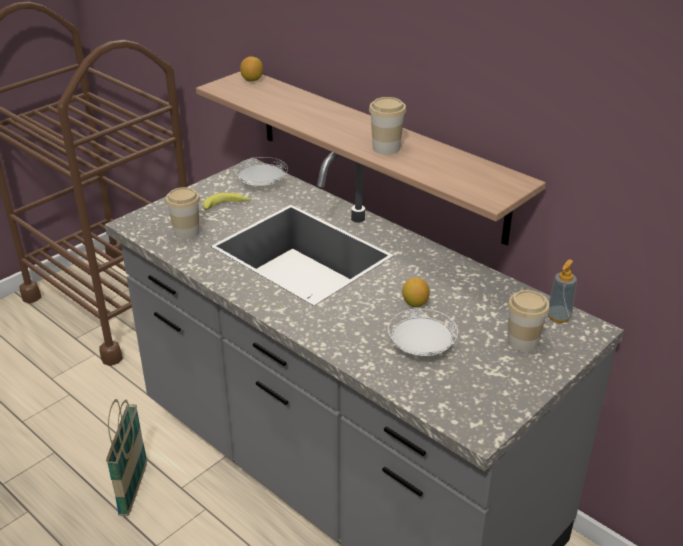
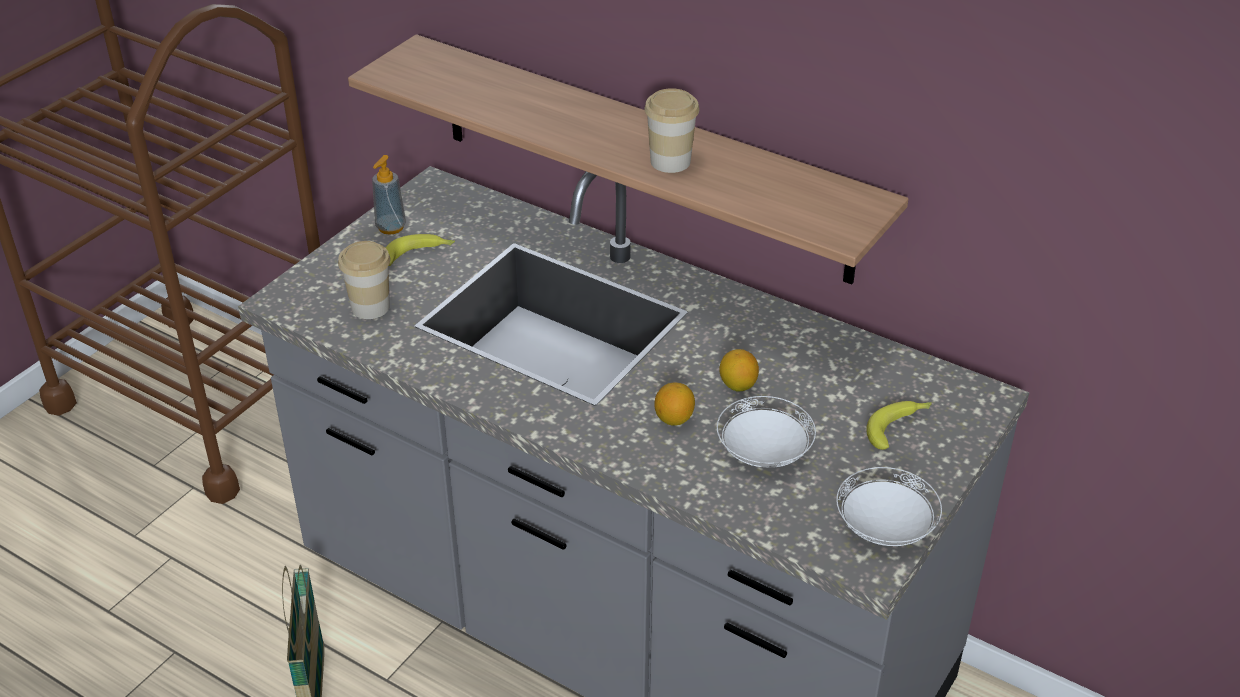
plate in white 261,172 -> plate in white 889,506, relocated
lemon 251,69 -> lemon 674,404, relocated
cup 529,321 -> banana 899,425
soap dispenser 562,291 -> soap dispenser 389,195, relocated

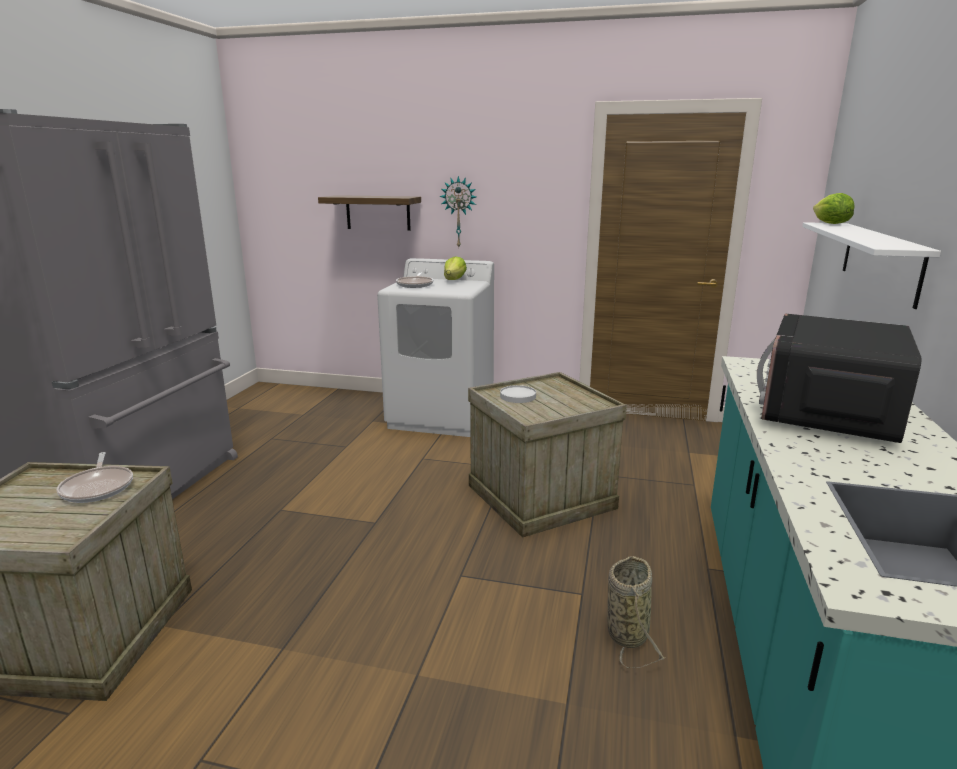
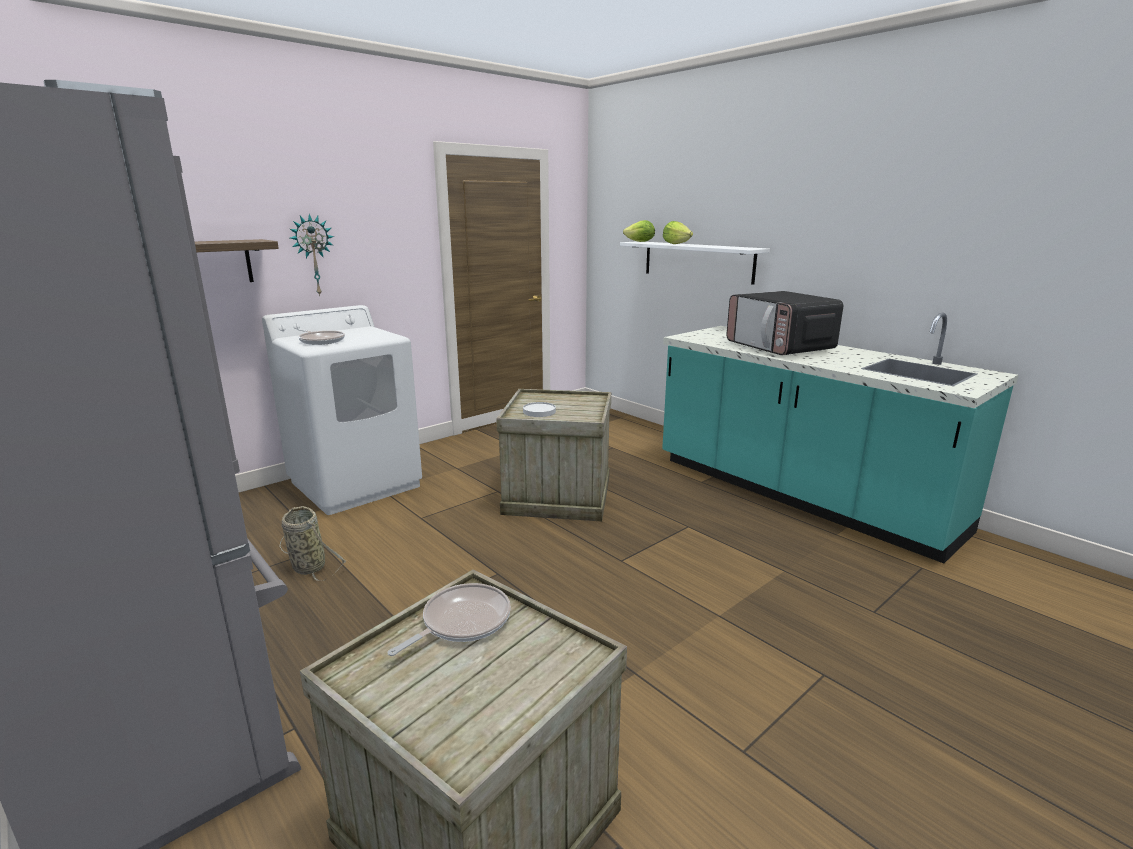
frying pan 94,477 -> frying pan 449,619, 60 degrees counterclockwise
lettuce 455,268 -> lettuce 678,232, relocated
basket 636,612 -> basket 313,543, relocated

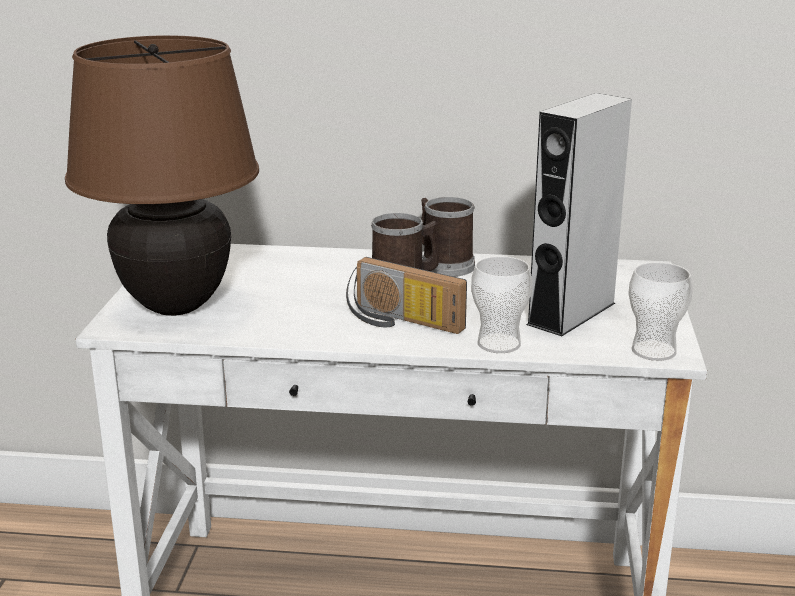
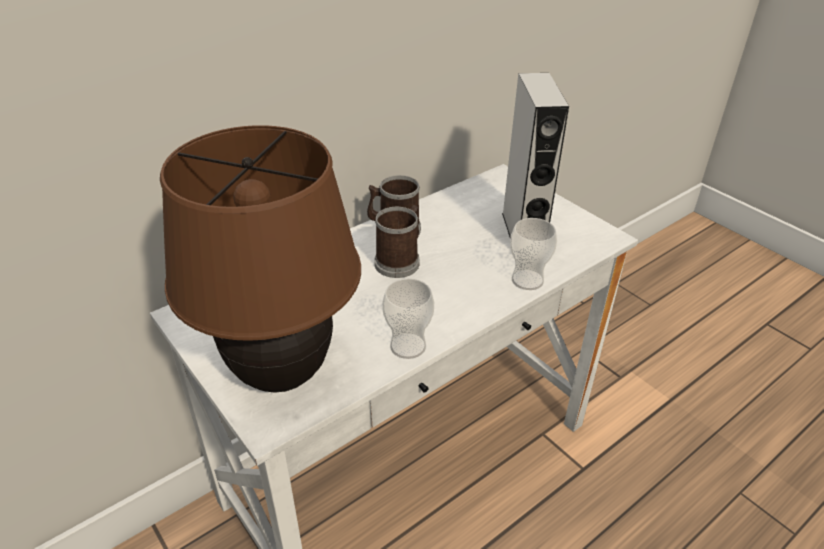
radio 406,295 -> none
cup 660,311 -> cup 408,318, relocated

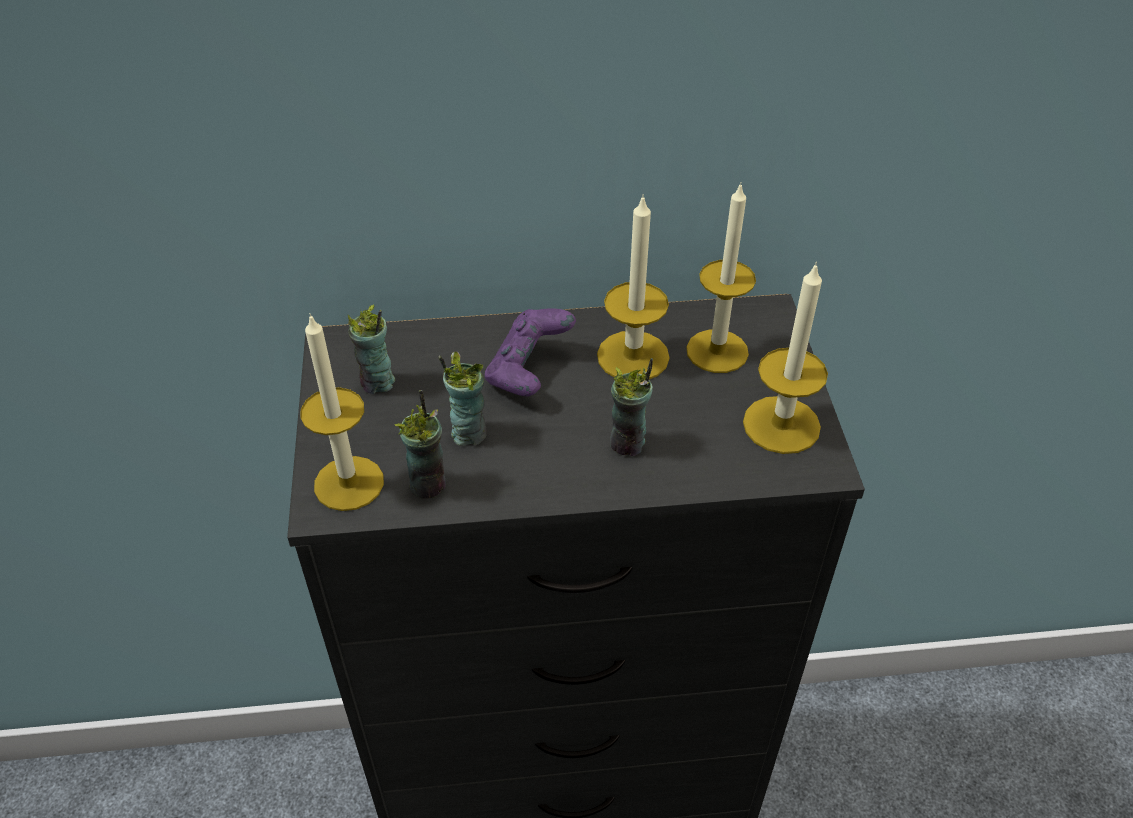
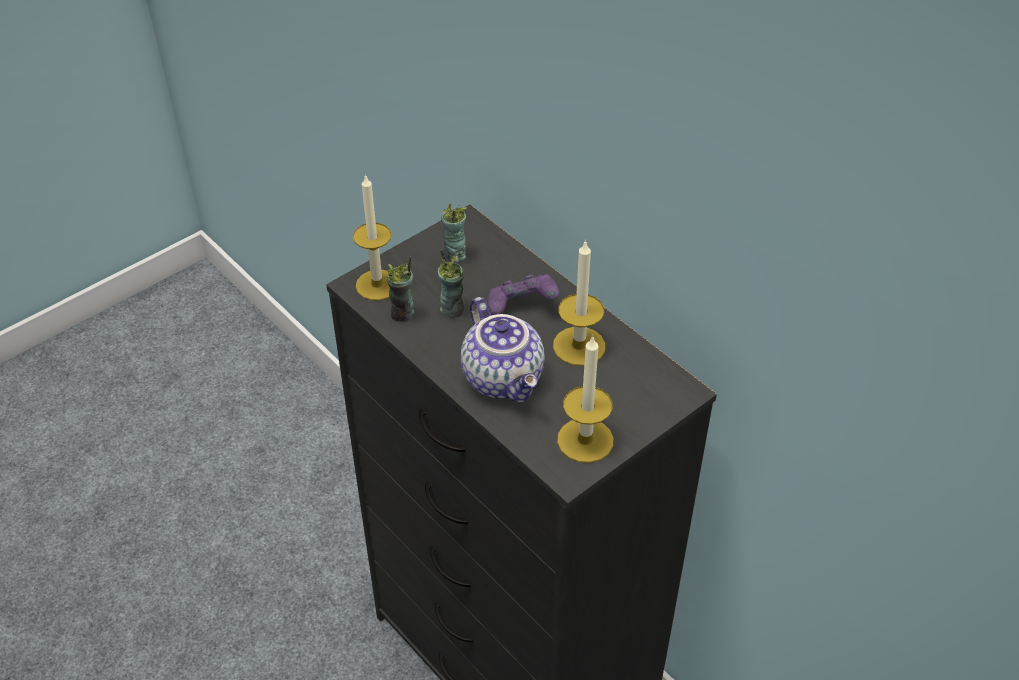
cup 631,407 -> teapot 503,349
candle 721,277 -> none

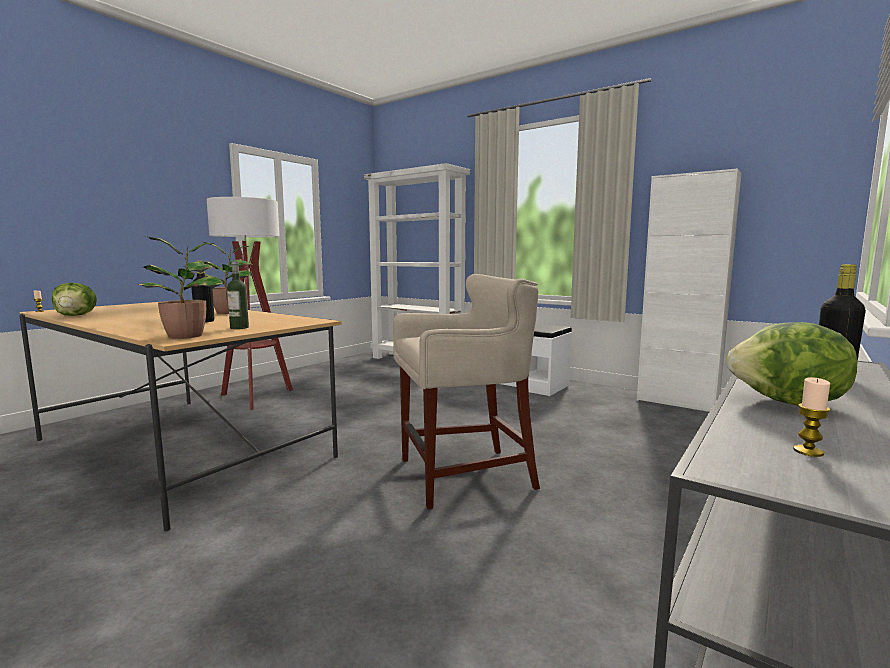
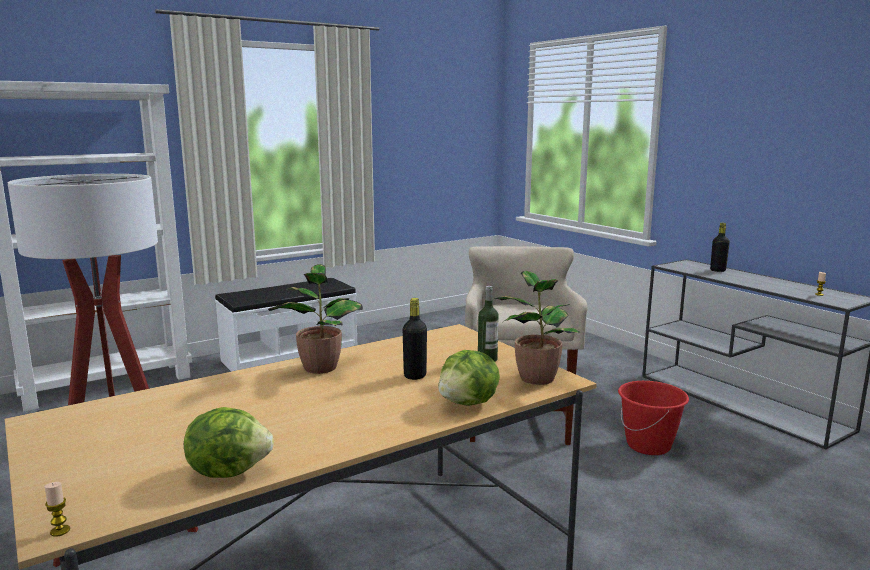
cabinet in white 689,290 -> none
lettuce 792,364 -> lettuce 469,378, relocated
none -> bucket in red 653,418

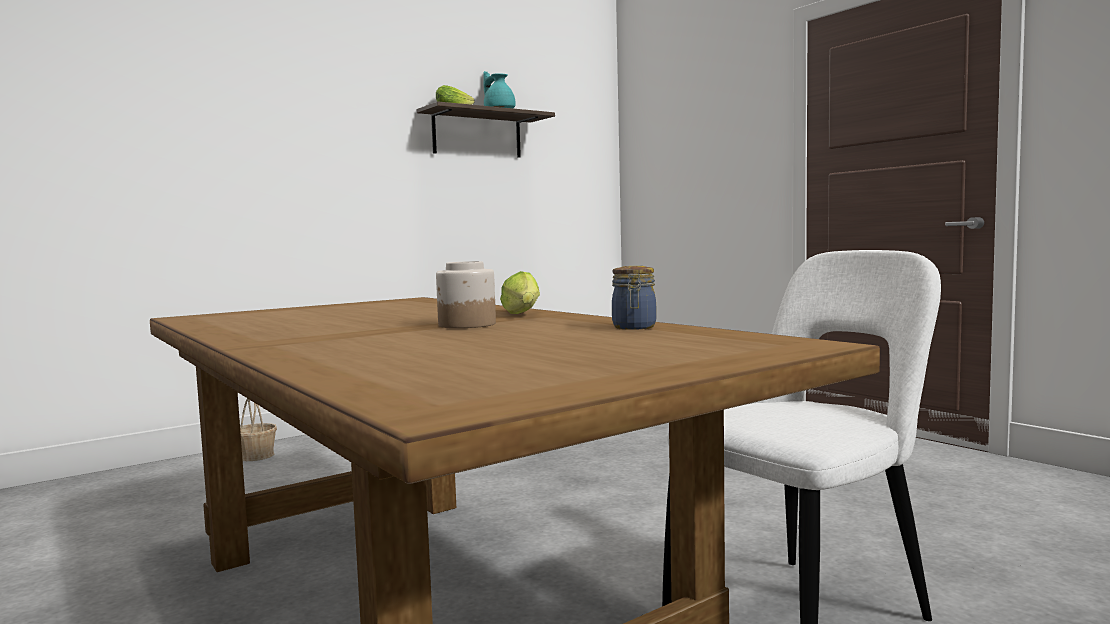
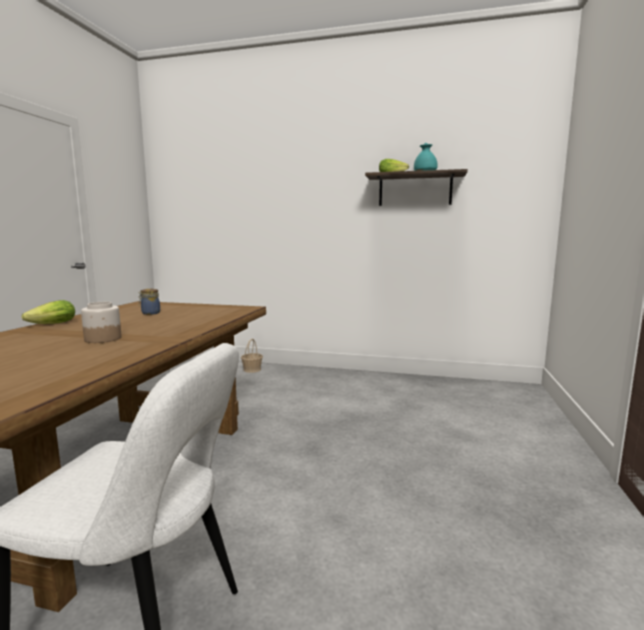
lettuce 520,292 -> lettuce 48,312, relocated
jar 634,298 -> jar 149,302, relocated

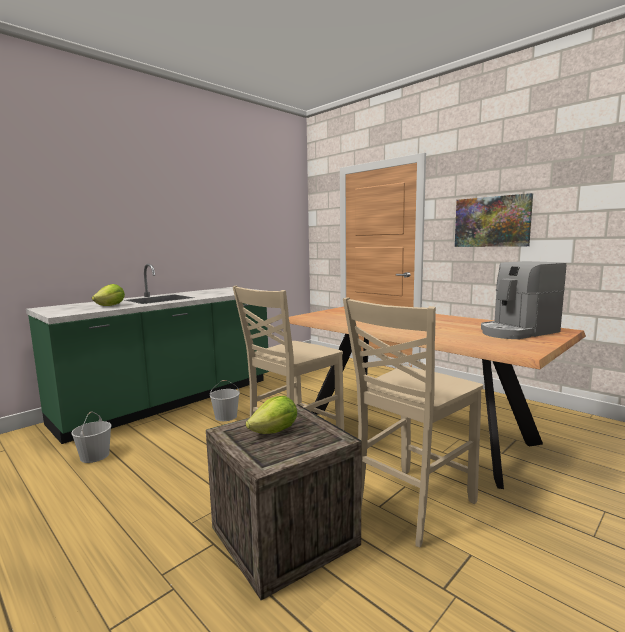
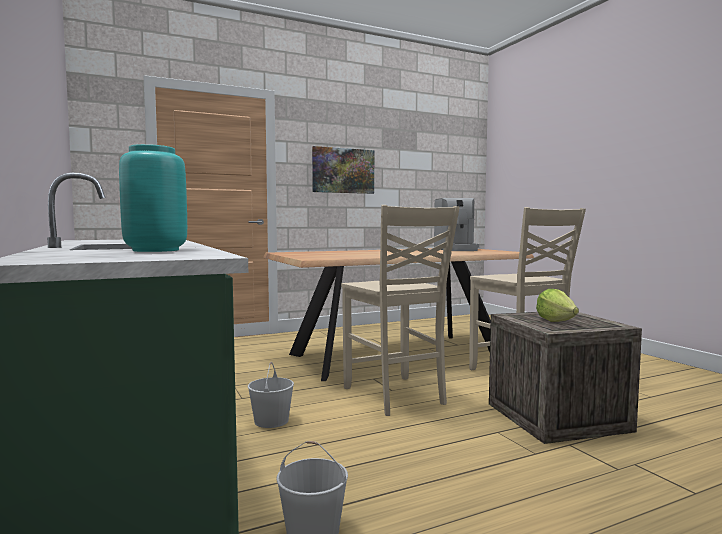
lettuce 108,295 -> vase in turquoise 153,198

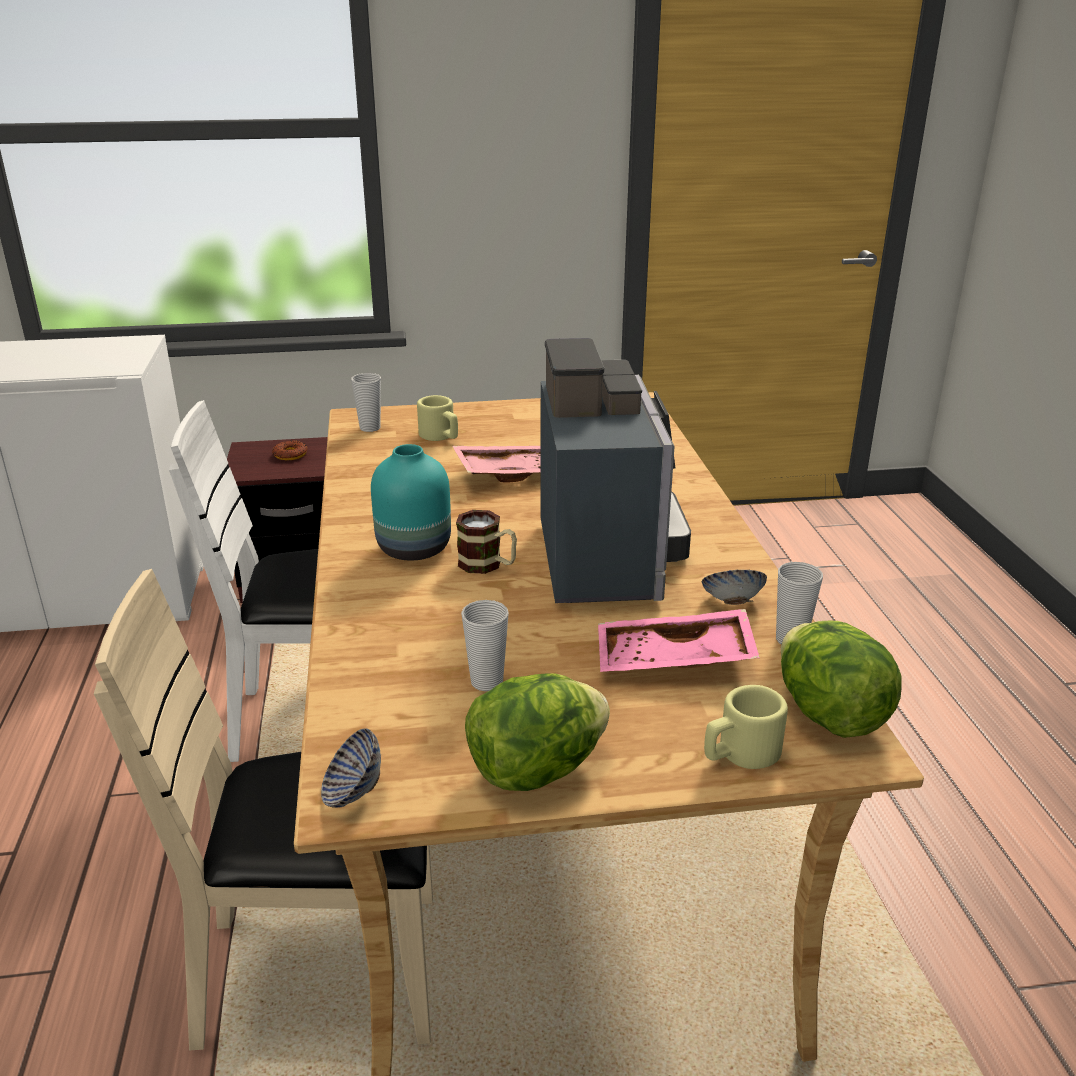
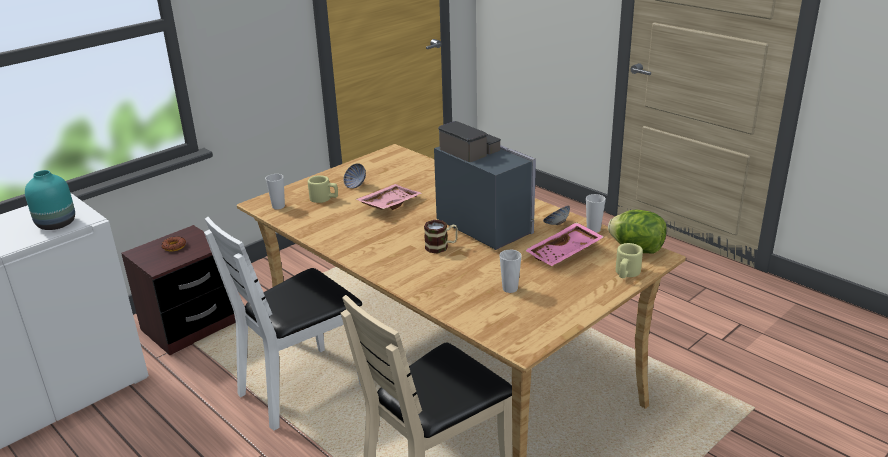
bowl 351,768 -> bowl 354,176, relocated
vase in turquoise 411,502 -> vase in turquoise 50,200, relocated
lettuce 537,732 -> none

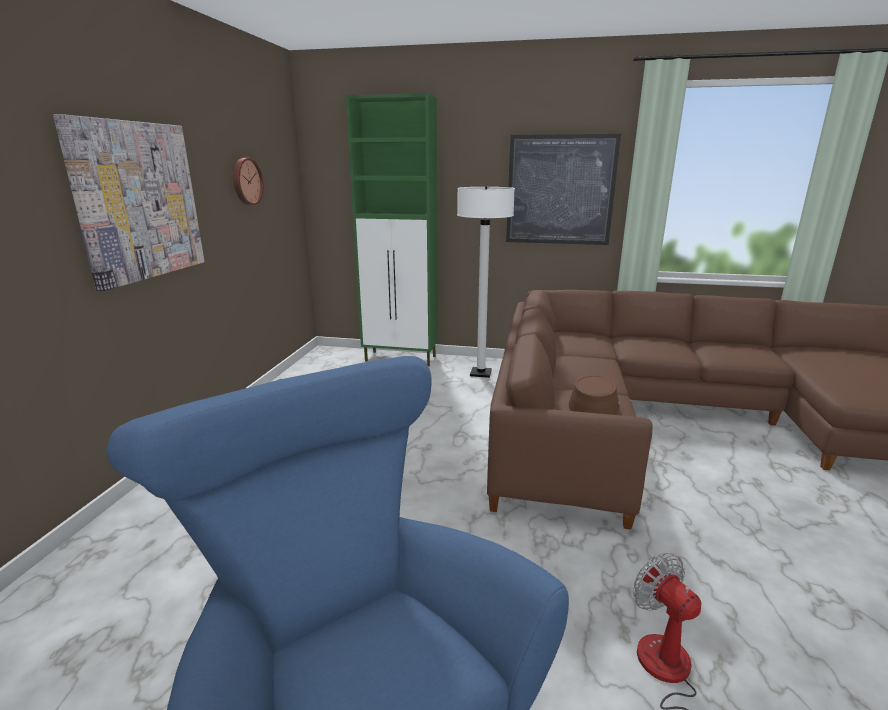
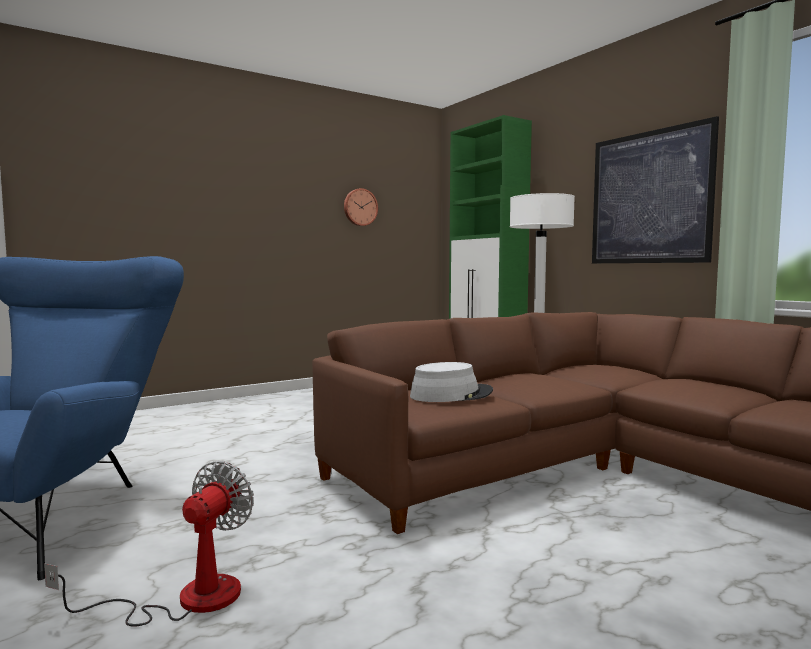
picture 129,202 -> none
hat in brown 594,395 -> hat in grey 451,382

